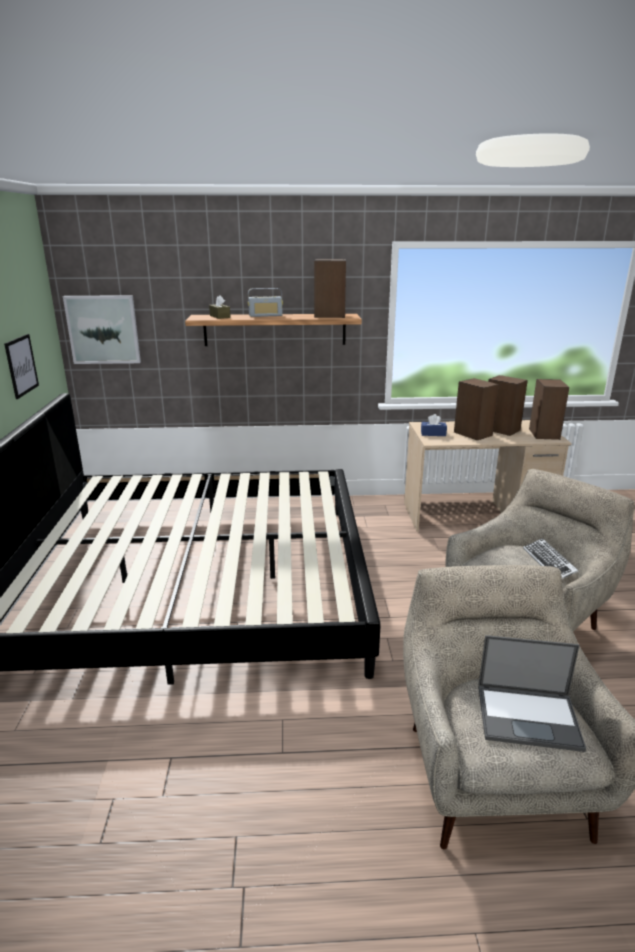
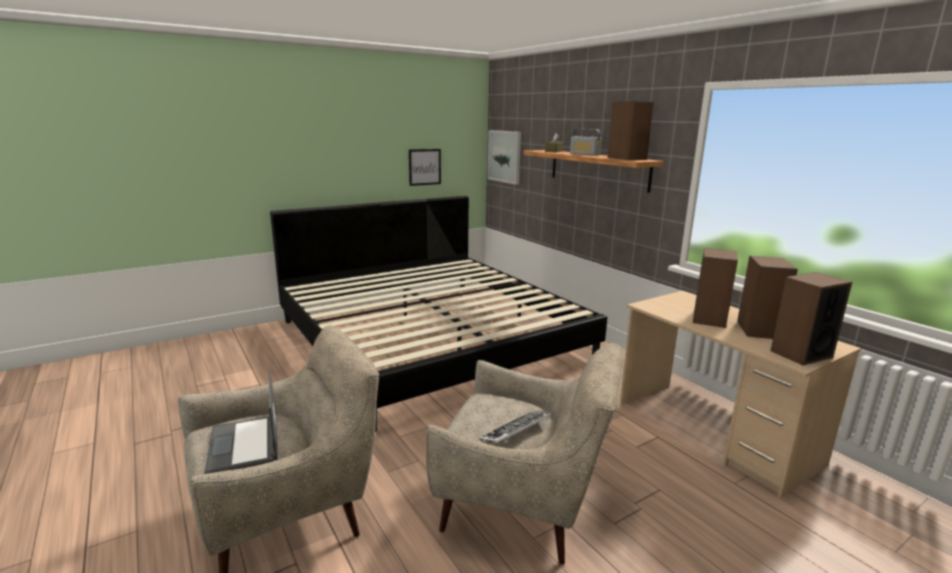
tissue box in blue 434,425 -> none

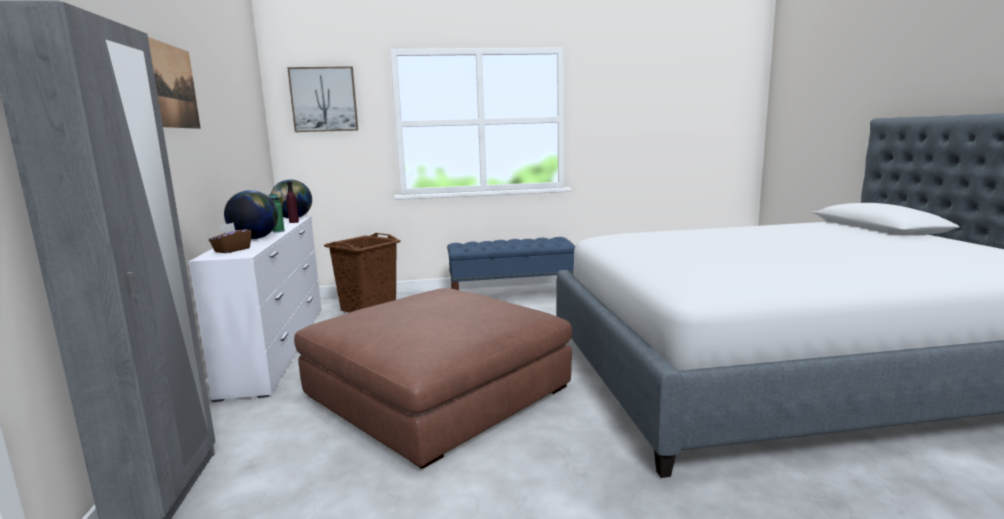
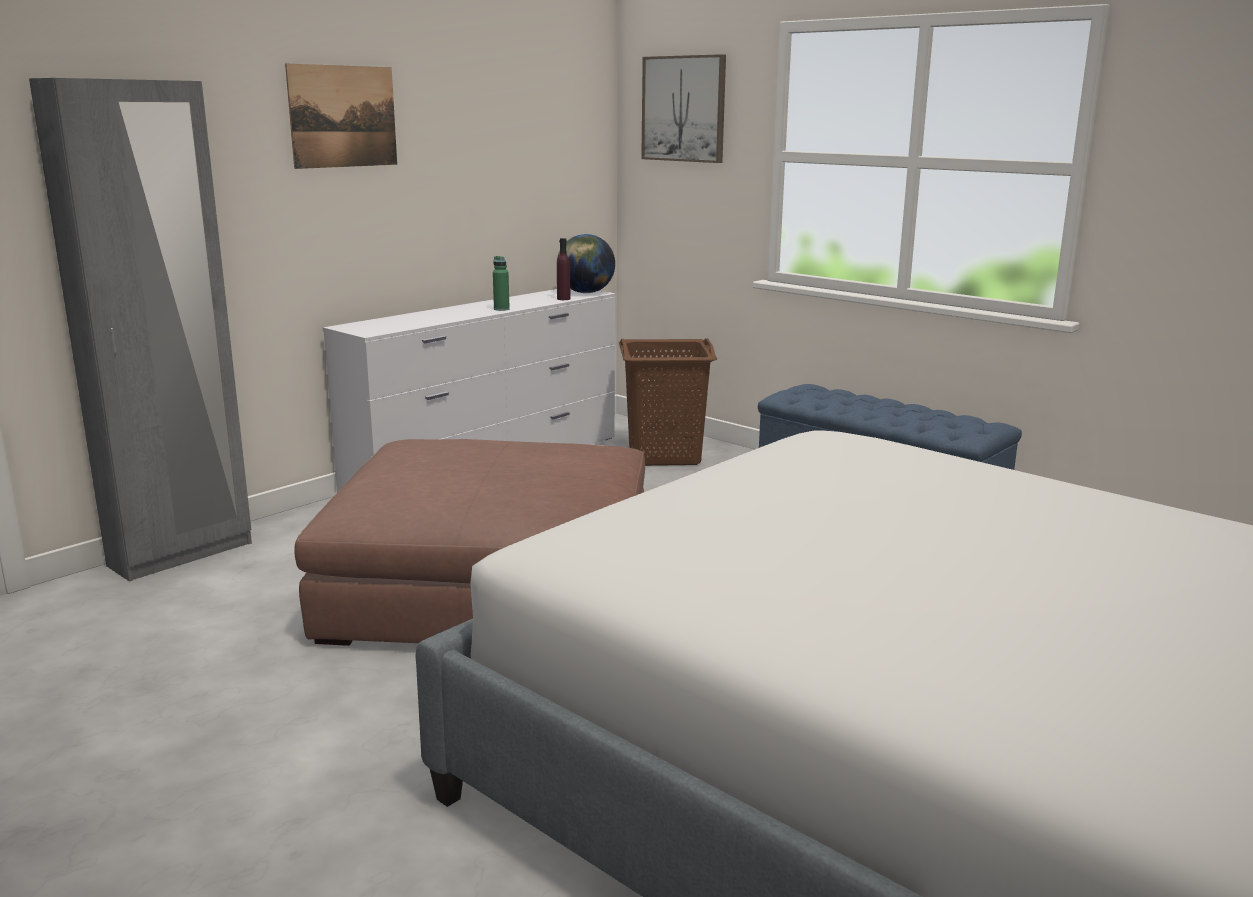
tissue box in brown 230,238 -> none
globe 251,214 -> none

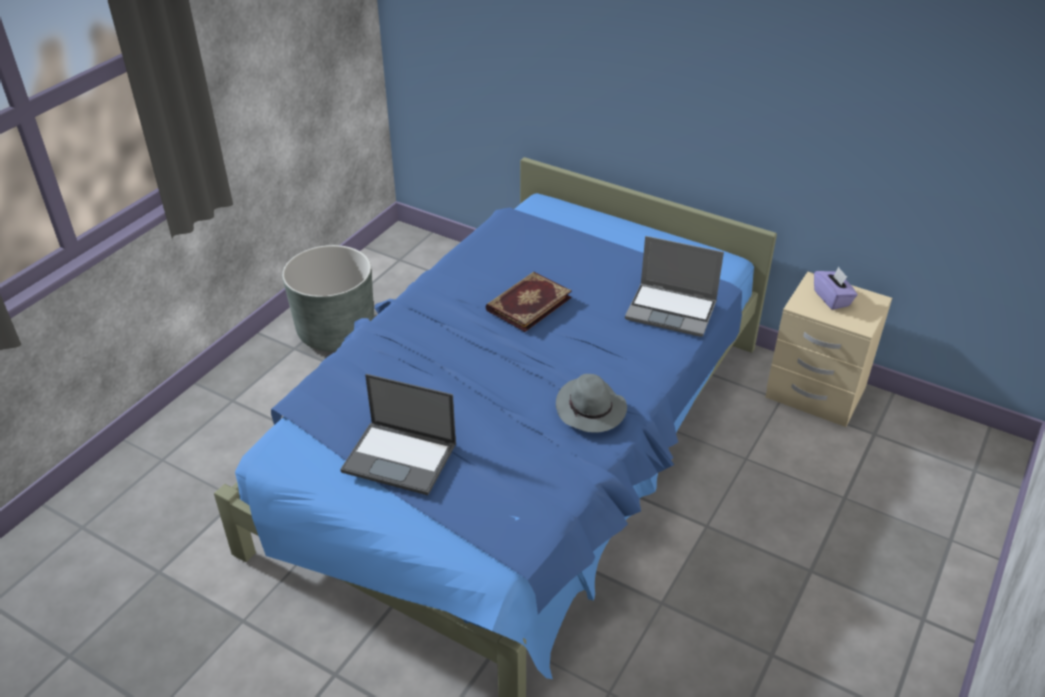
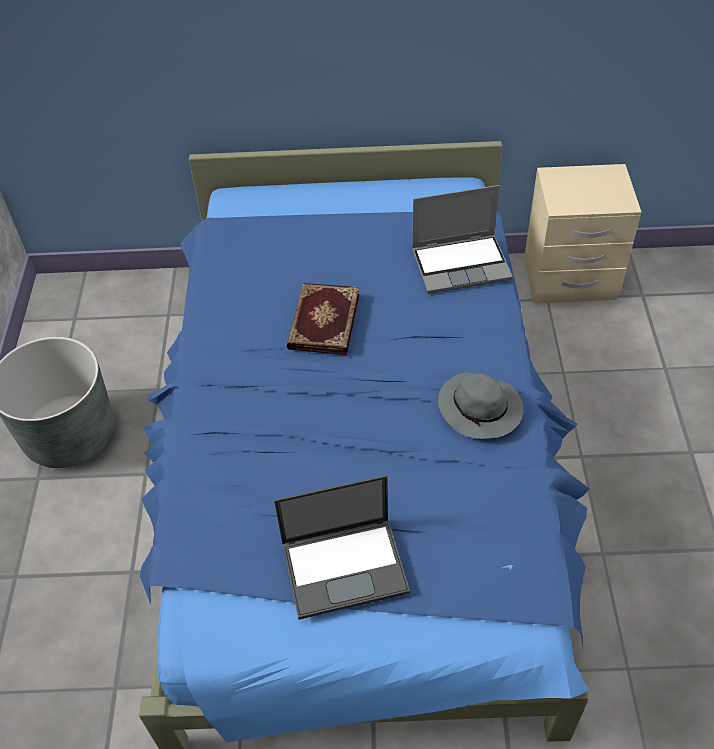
tissue box in purple 836,288 -> none

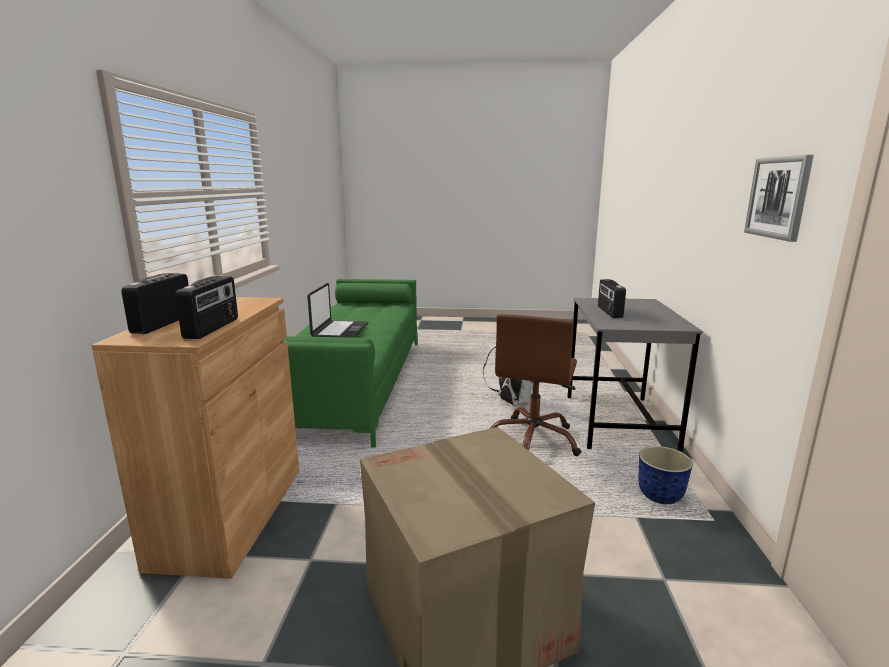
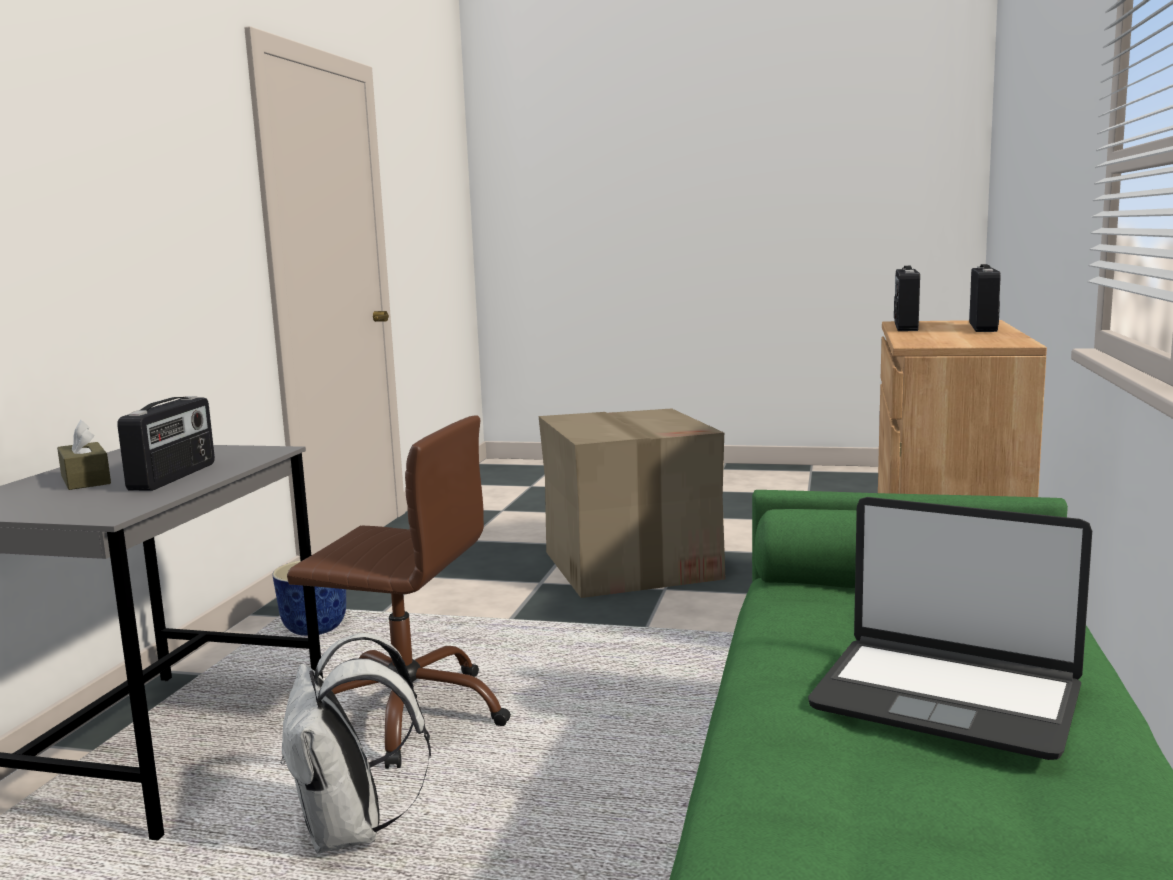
laptop 338,310 -> laptop 950,628, 75 degrees counterclockwise
office chair in brown 535,385 -> office chair in brown 399,592, 75 degrees clockwise
picture 779,198 -> none
none -> tissue box in brown 84,455

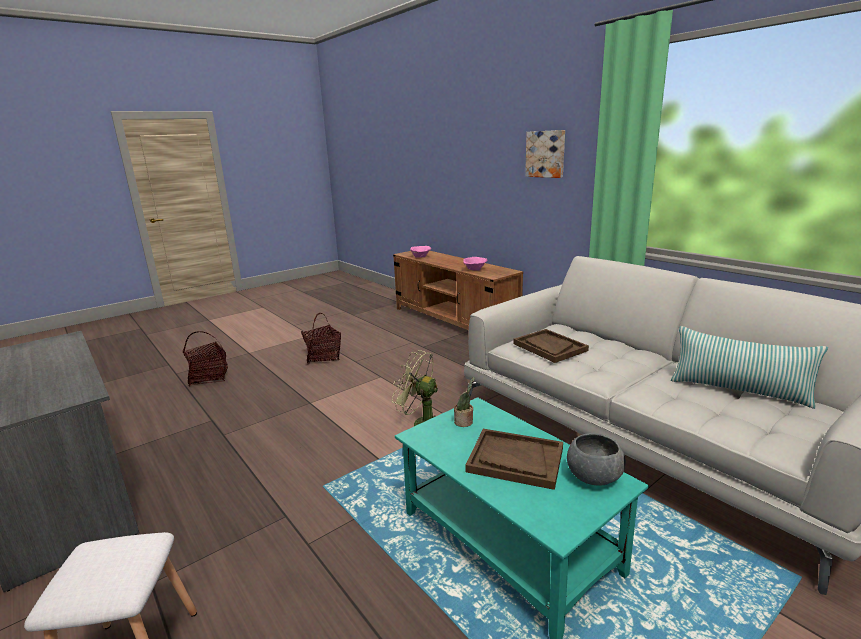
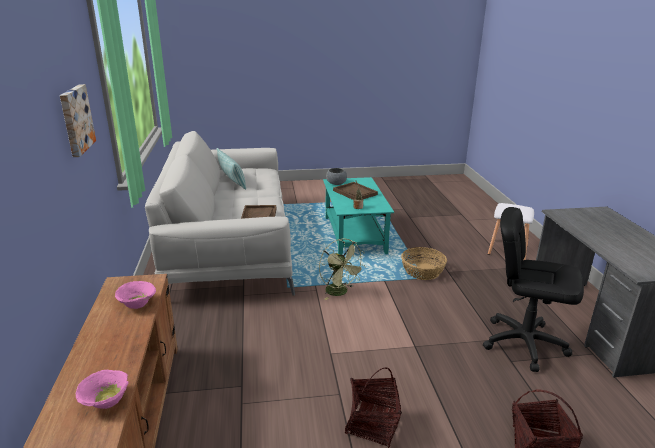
none -> basket 424,263
none -> office chair in black 533,289

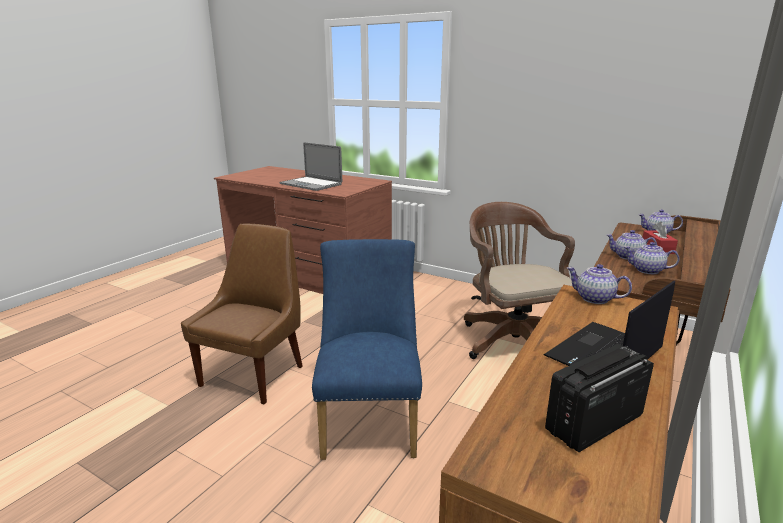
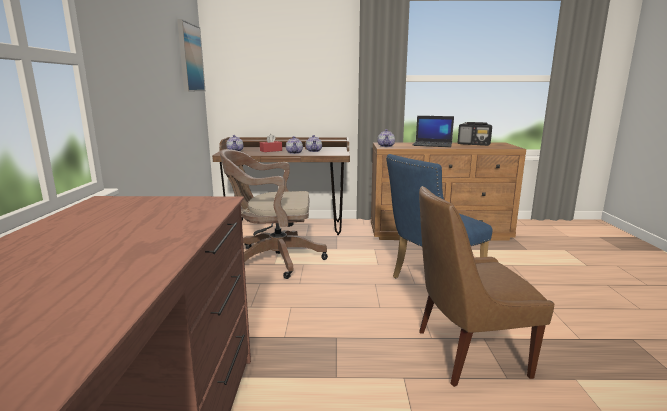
laptop 310,166 -> none
office chair in brown 519,280 -> office chair in brown 274,214, 45 degrees clockwise
none -> picture 191,55

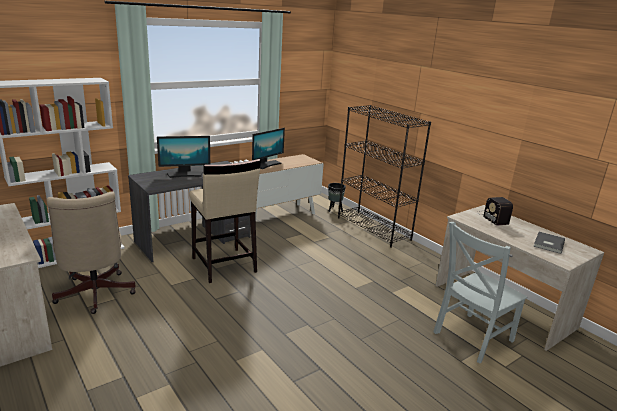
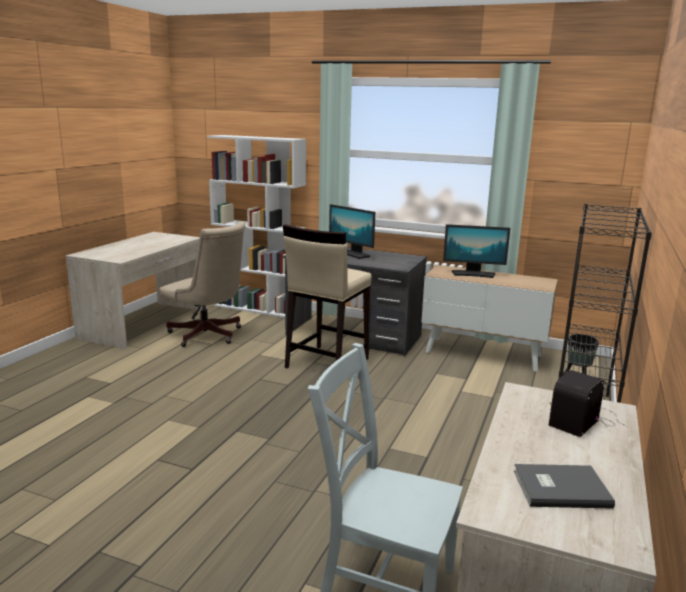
office chair in beige 91,252 -> office chair in beige 203,284, 90 degrees counterclockwise

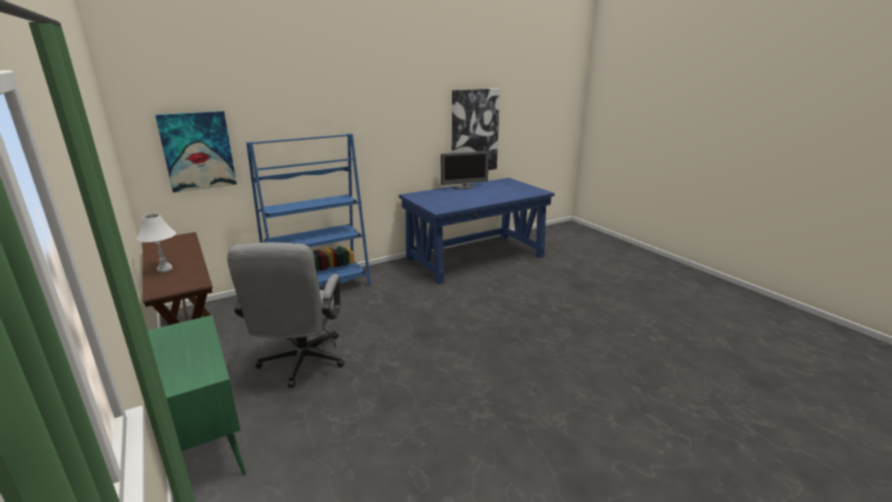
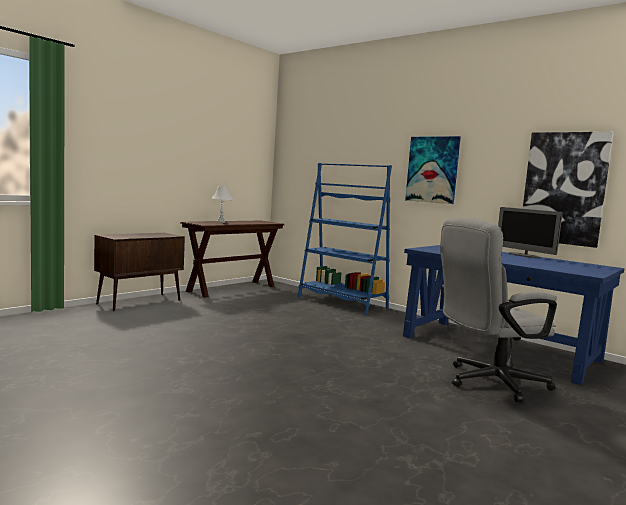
cabinet in green 197,395 -> cabinet in brown 139,272
picture 196,152 -> picture 433,170, relocated
office chair in grey 286,315 -> office chair in grey 498,310, relocated

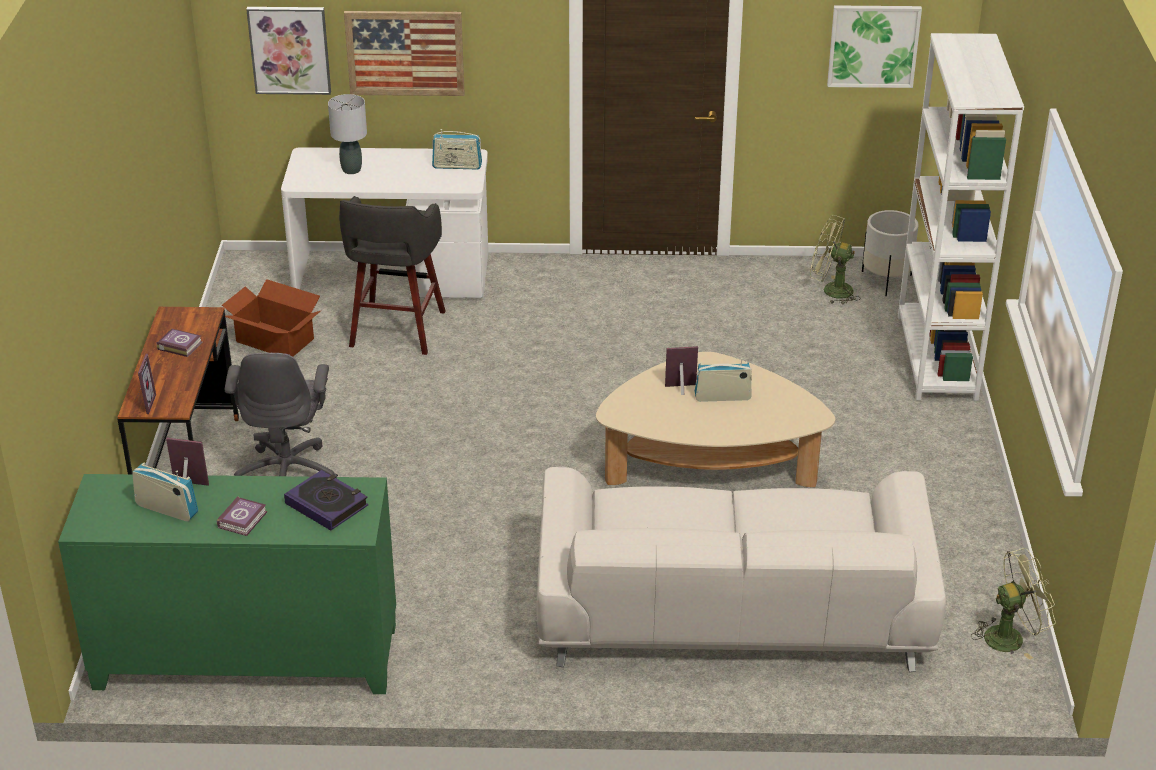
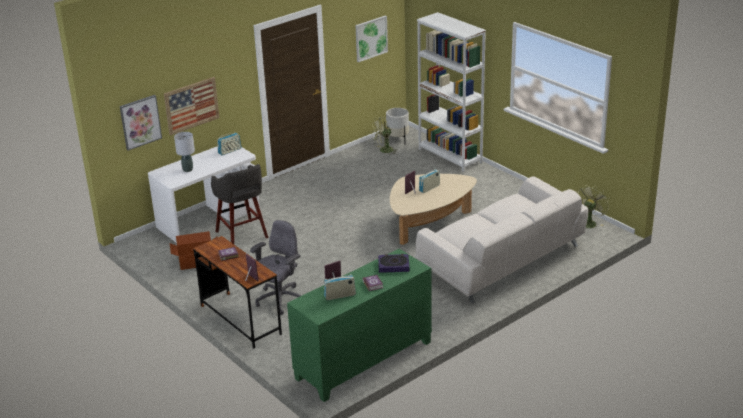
office chair in grey 281,415 -> office chair in grey 276,267, 105 degrees counterclockwise

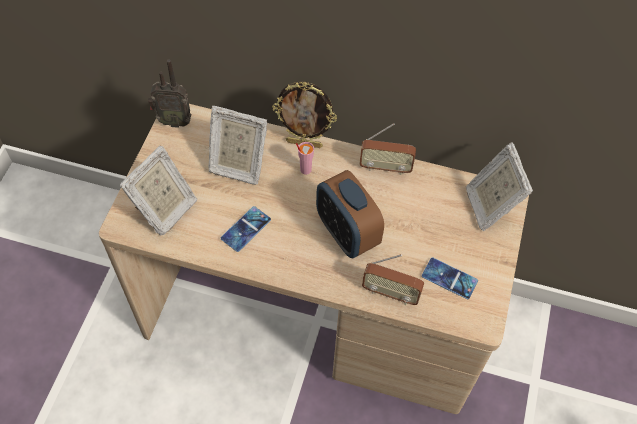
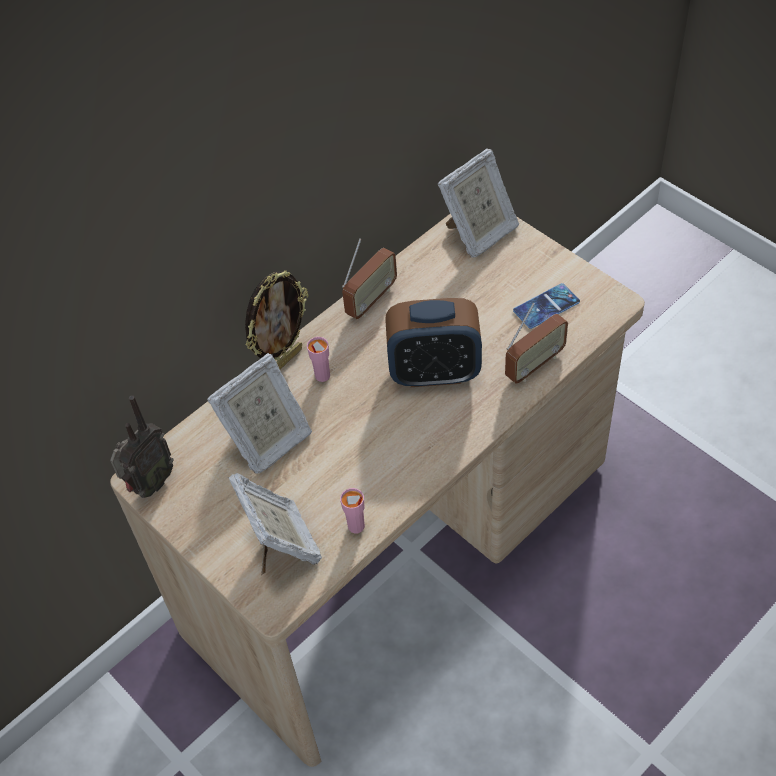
phone 246,229 -> none
picture frame 499,186 -> picture frame 478,203, 60 degrees counterclockwise
none -> cup in pink 352,511

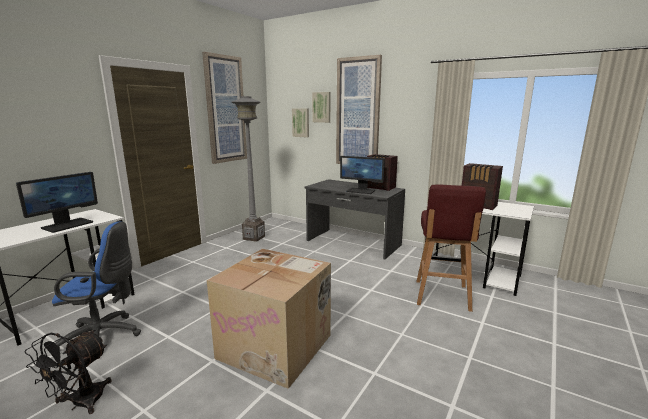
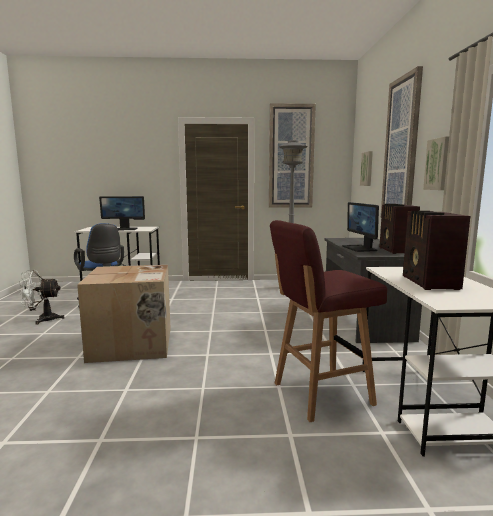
fan in black 68,372 -> fan in white 42,297
picture 321,107 -> picture 436,163, relocated

